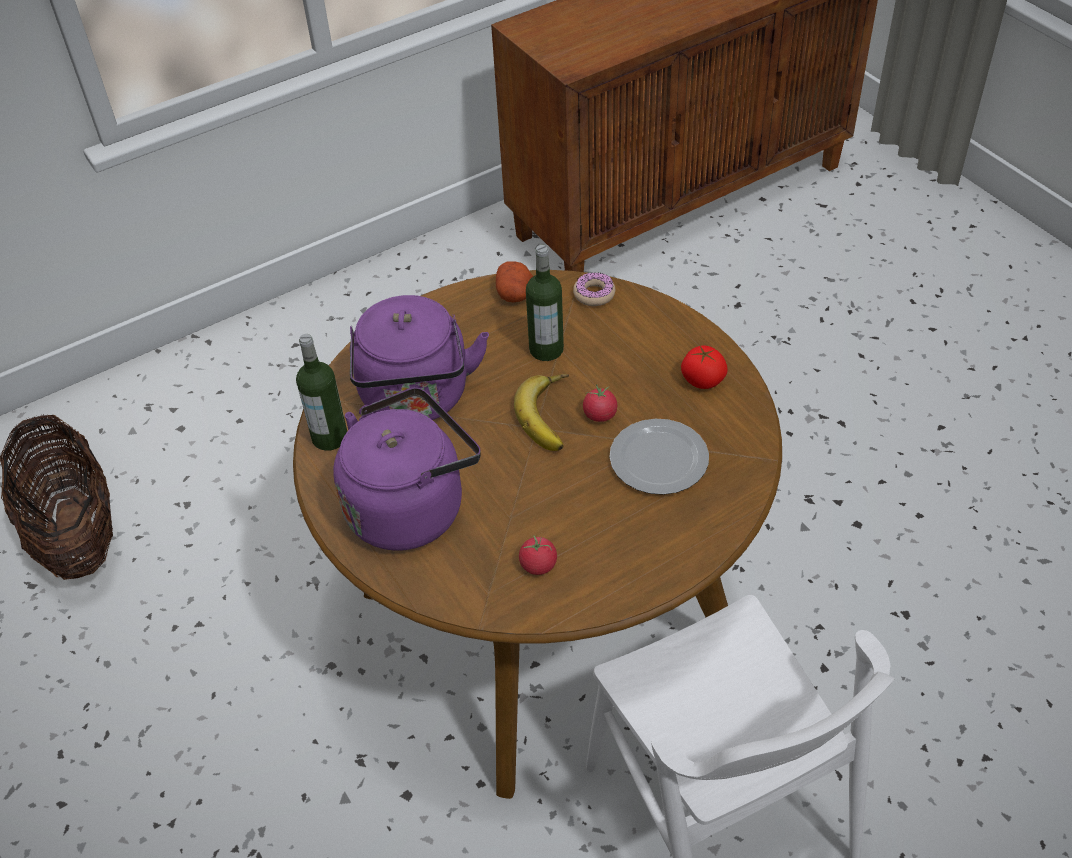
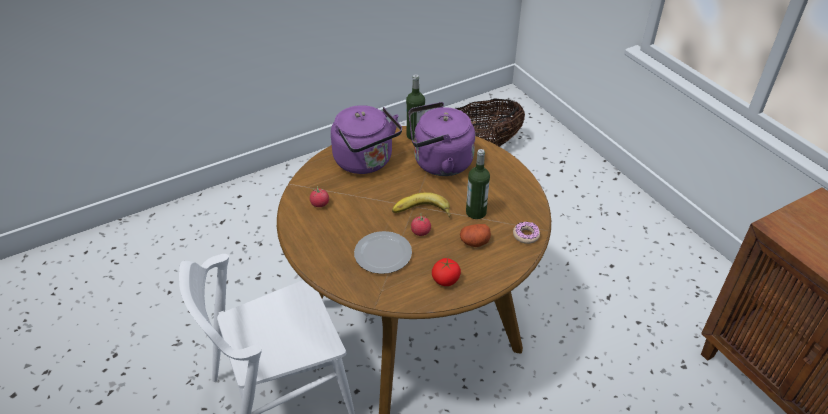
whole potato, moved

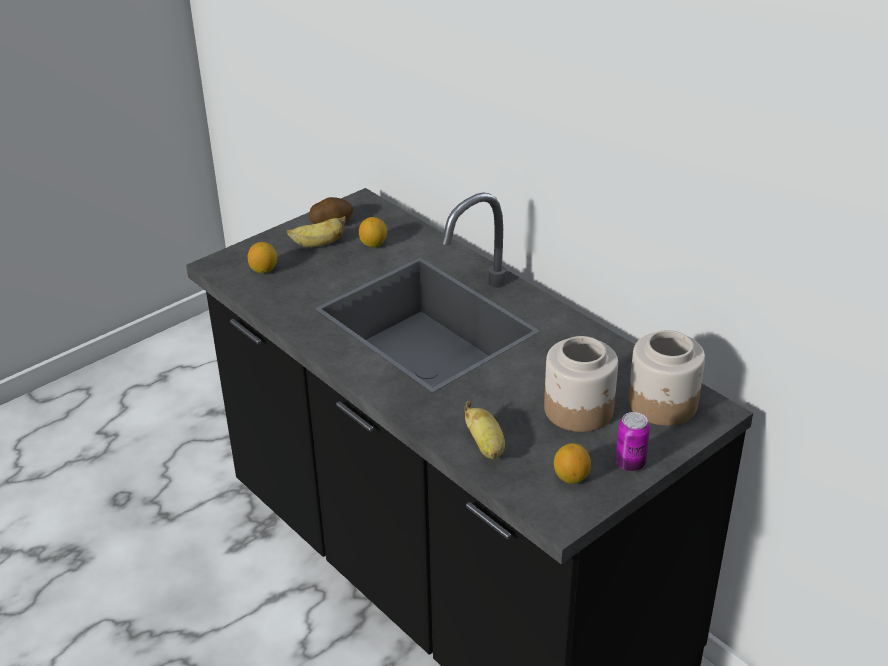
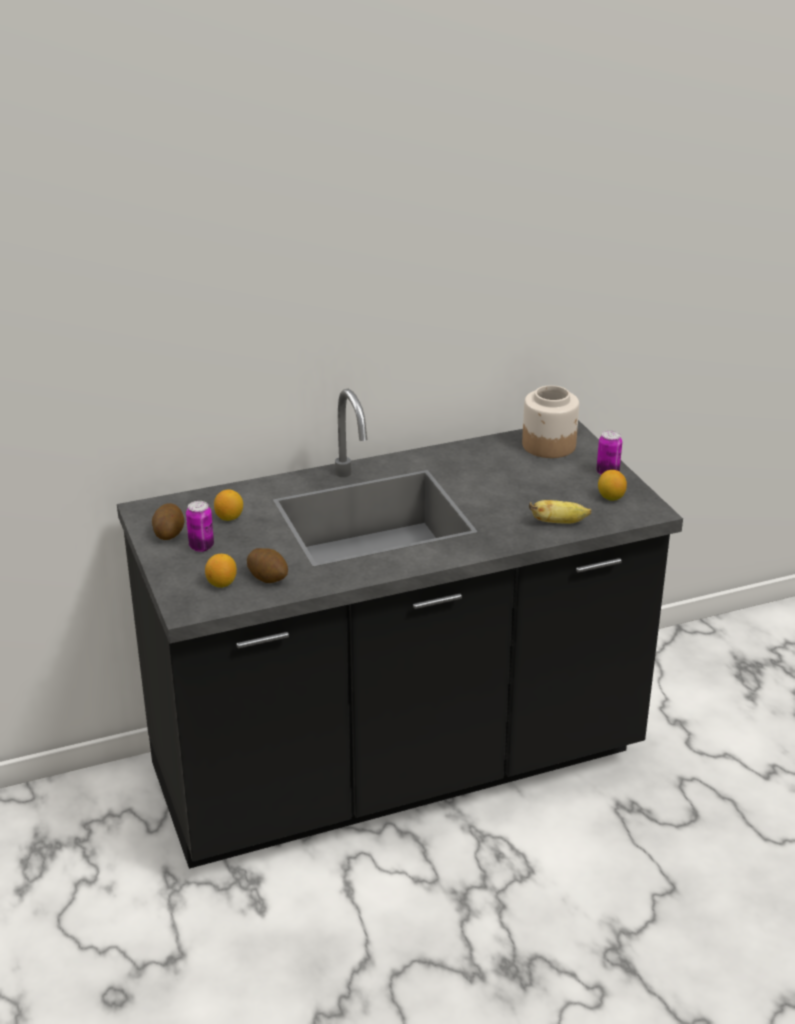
jar (1st from left) → -
- → whole potato (2nd from left)
banana (1st from left) → sealed can (1st from left)

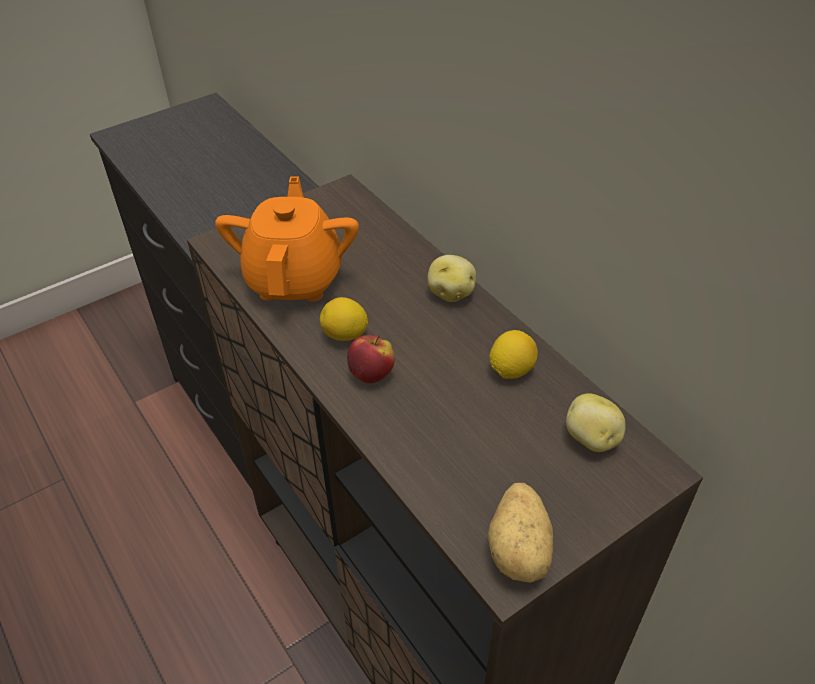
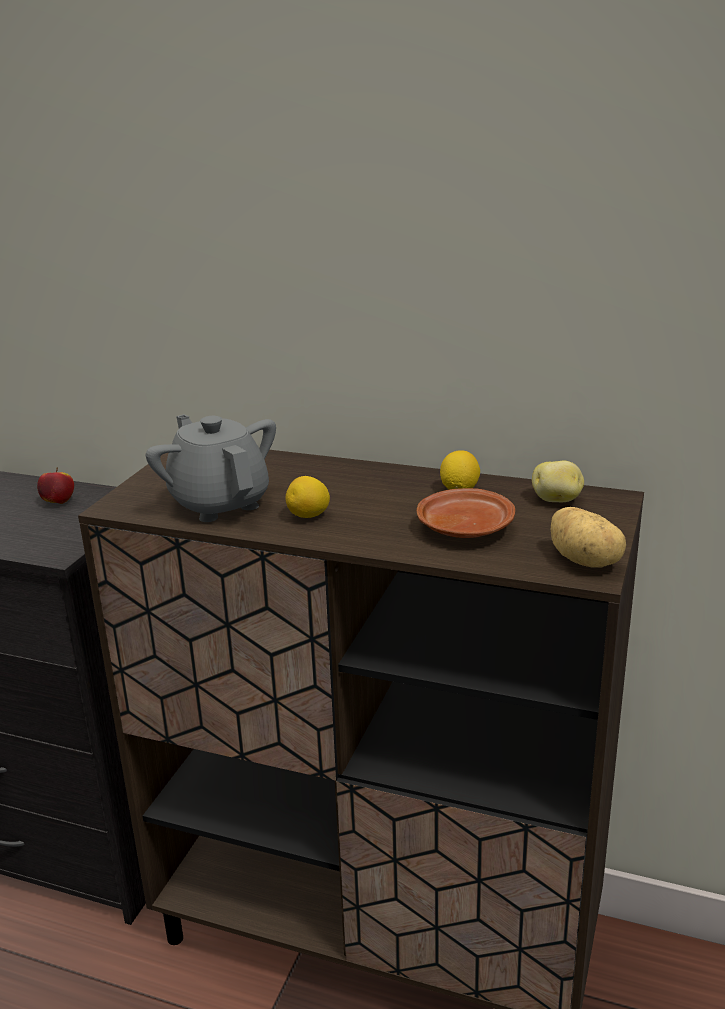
whole potato (1st from left) → -
- → brownish flat dish
whole apple, moved
orangey tea pot → greyish tea pot

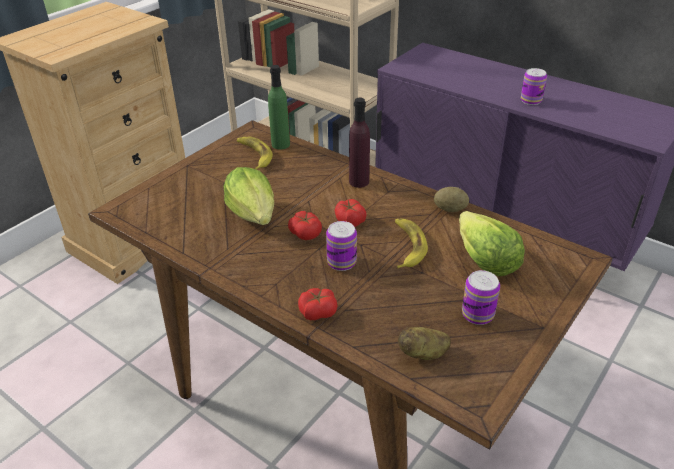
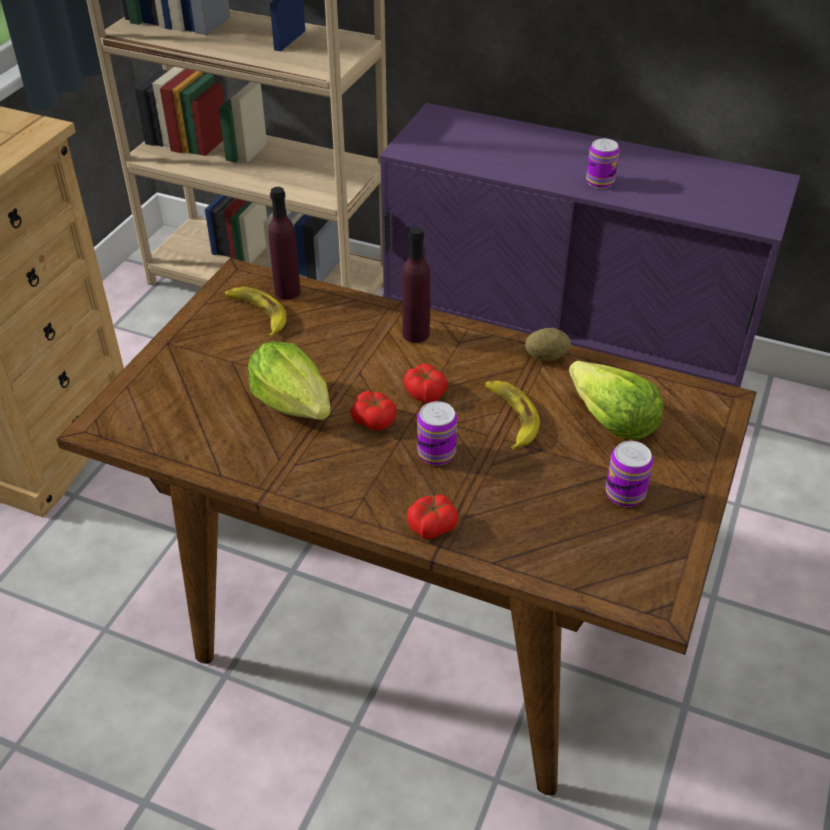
whole potato (1st from left) → -
greenish drink bottle → purple-coloured drink bottle (1st from left)

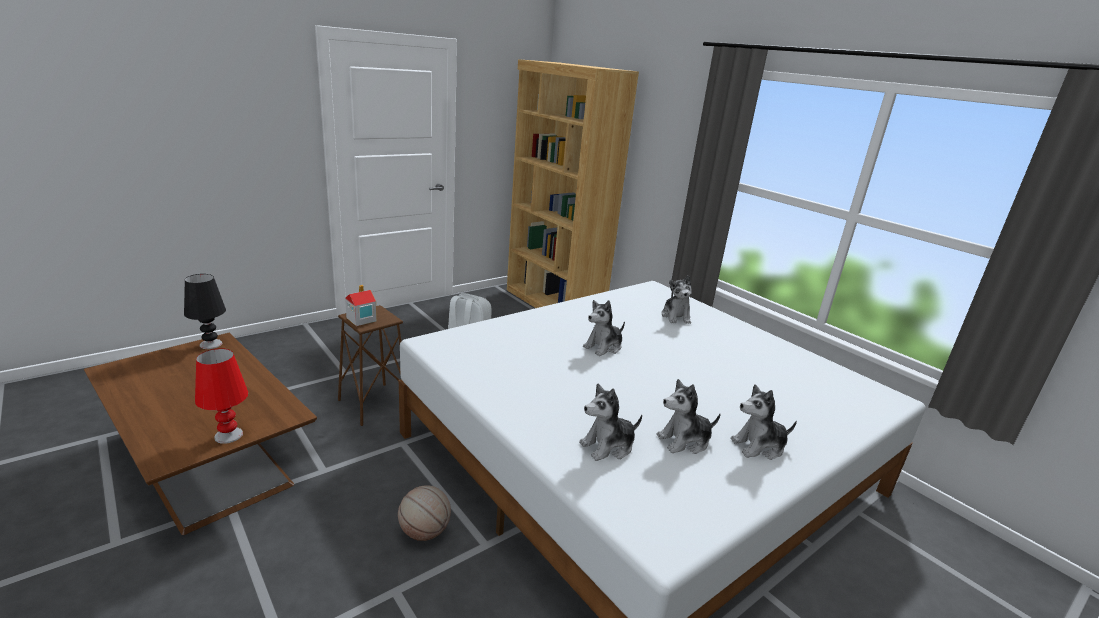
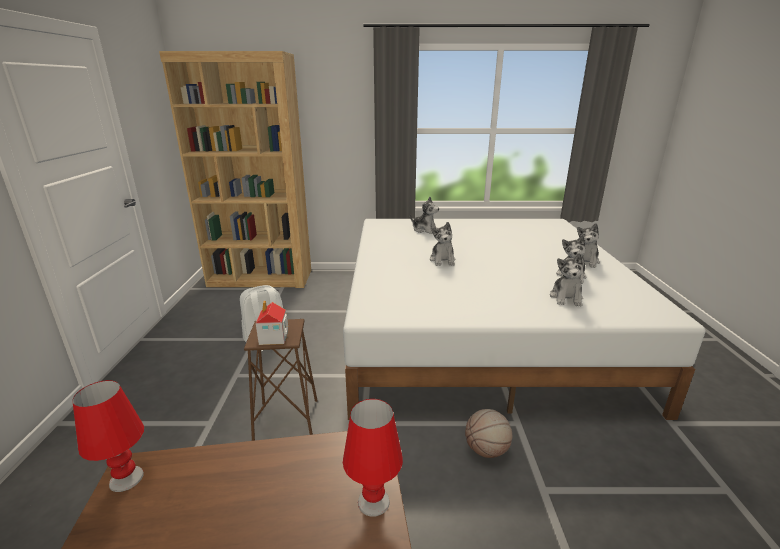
black-coloured table lamp → red table lamp (1st from left)

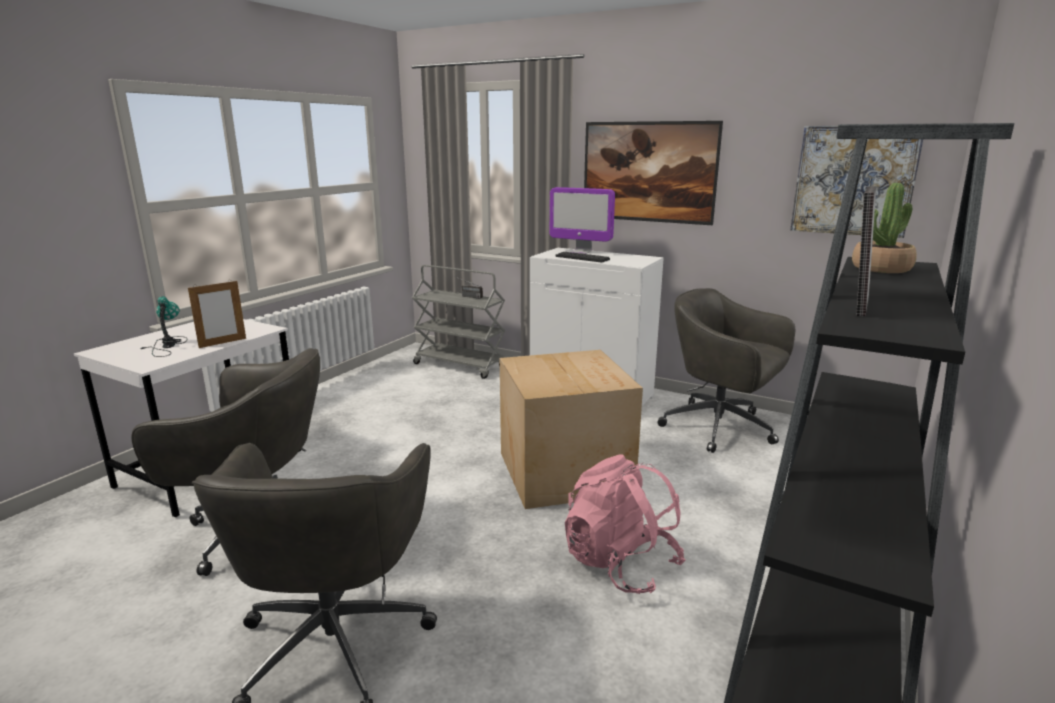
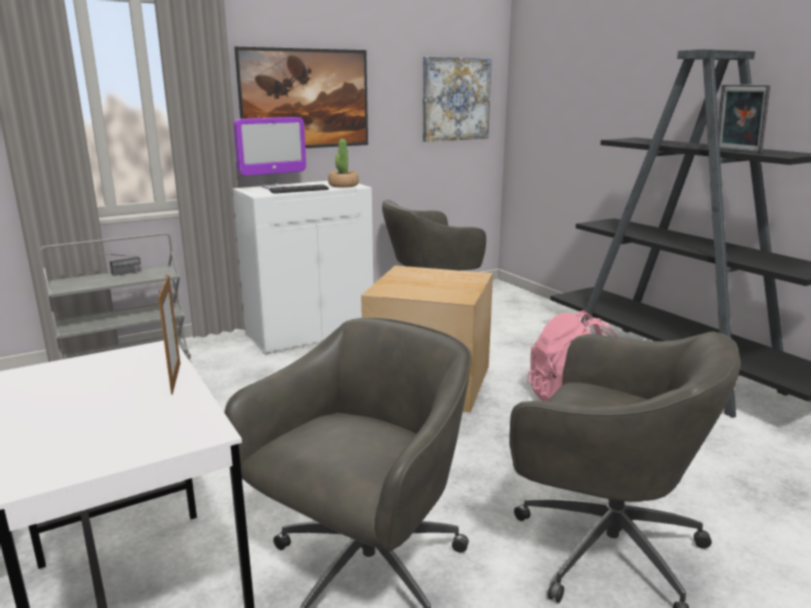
table lamp → -
potted plant, moved

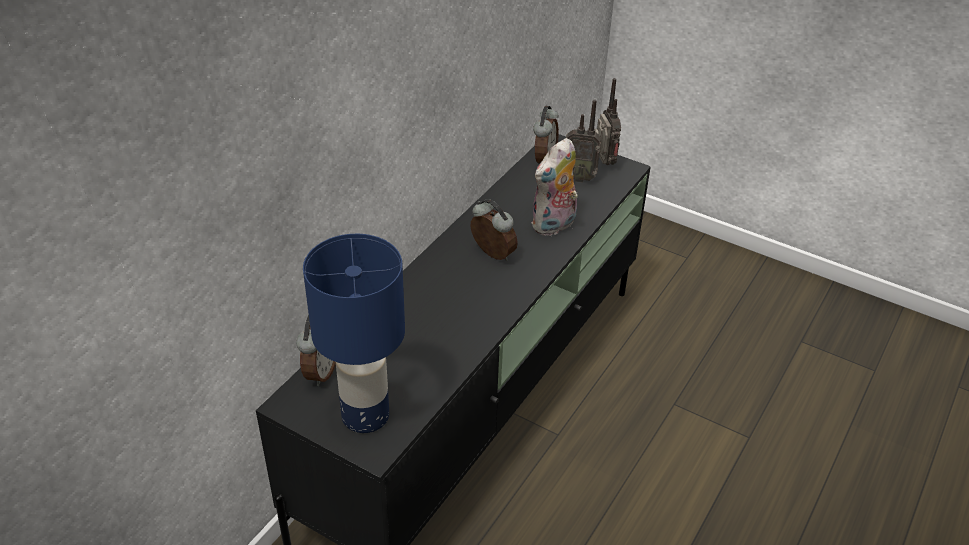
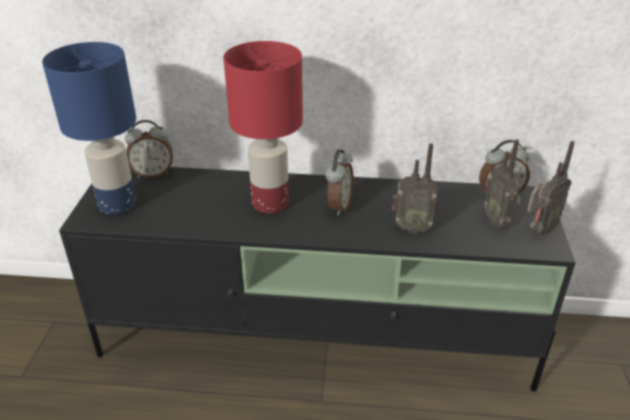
- → red table lamp
plush toy → radio receiver (1st from left)

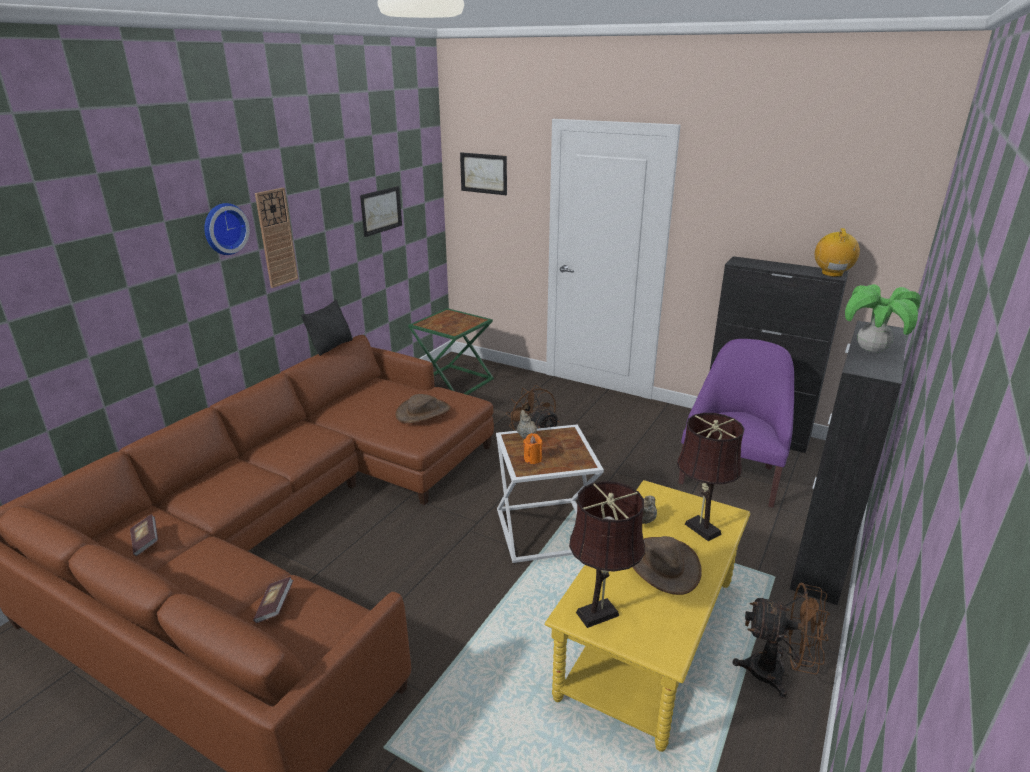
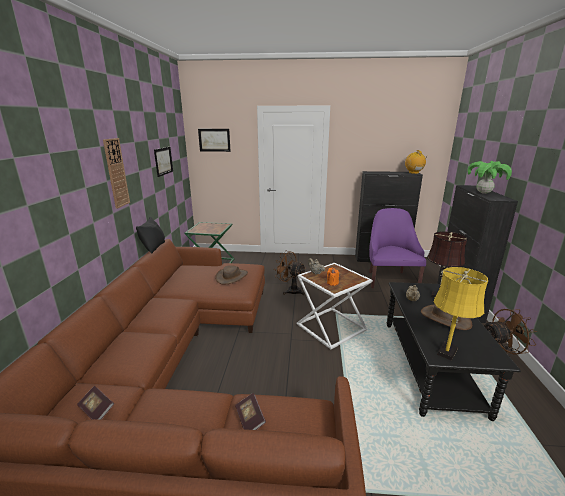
clock on the wall (1st from left) → -
yellowish lounge table → black-coloured lounge table
brownish table lamp (1st from left) → yellowish table lamp

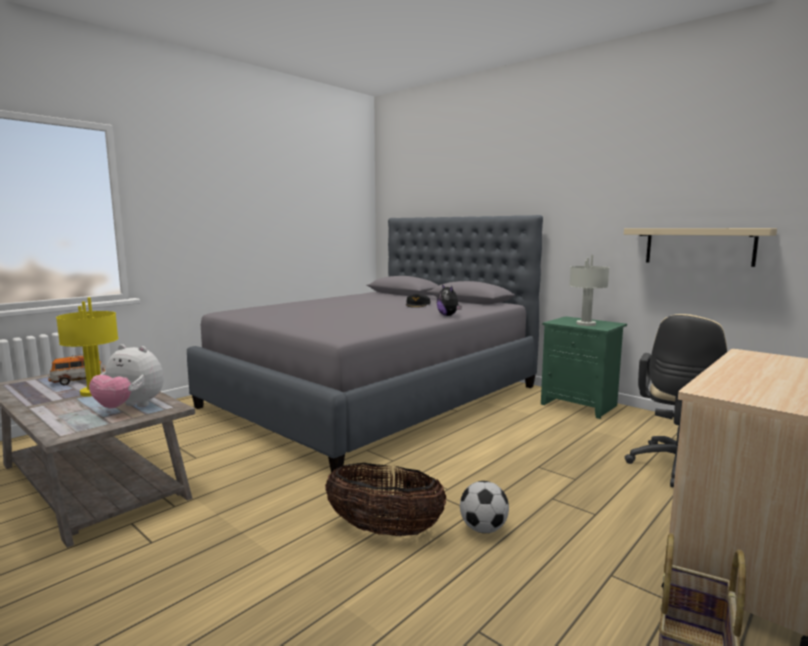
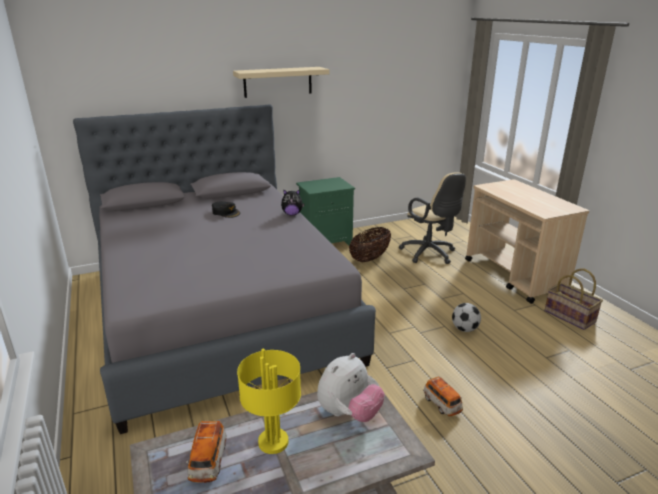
greyish table lamp → -
- → model car (2nd from left)
basket (1st from left), moved
beige-coloured wall shelf, moved

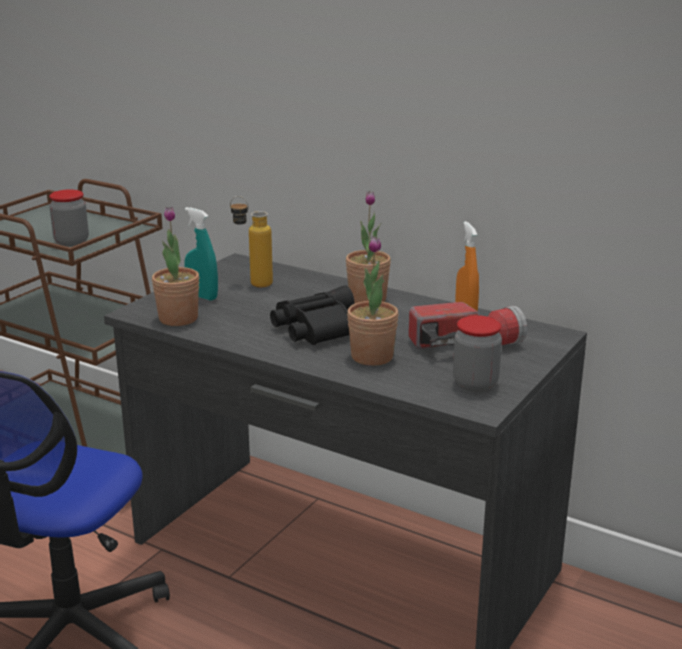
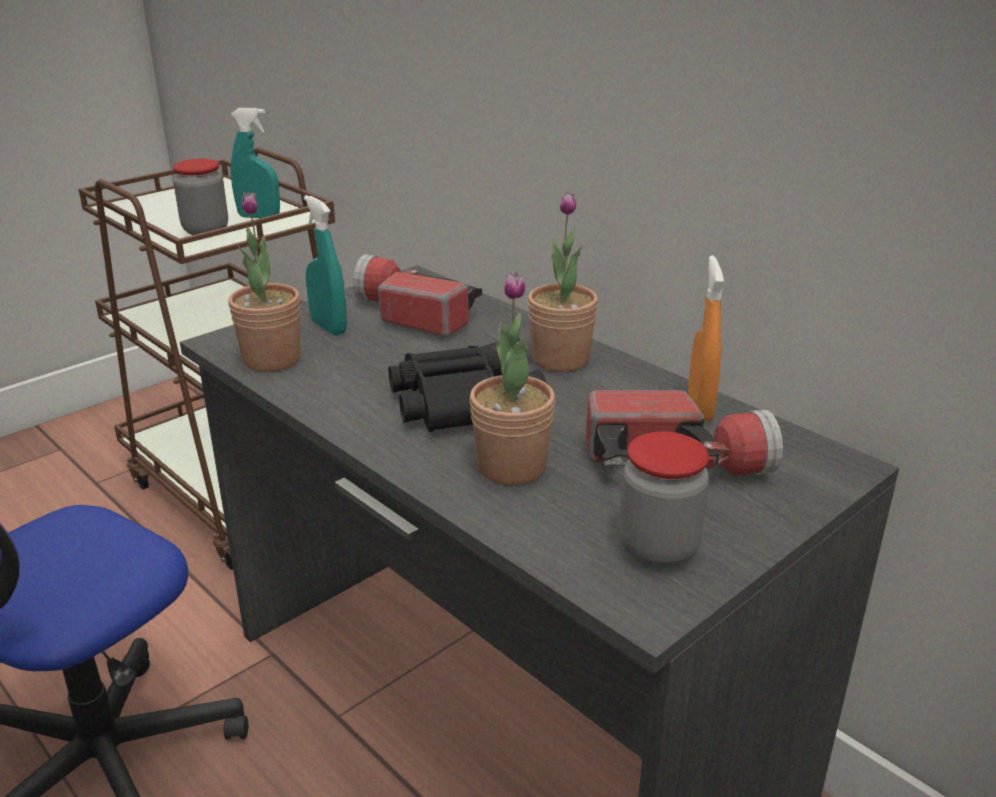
- → blue-green sprayer (1st from left)
drink bottle → flashlight (1st from left)

